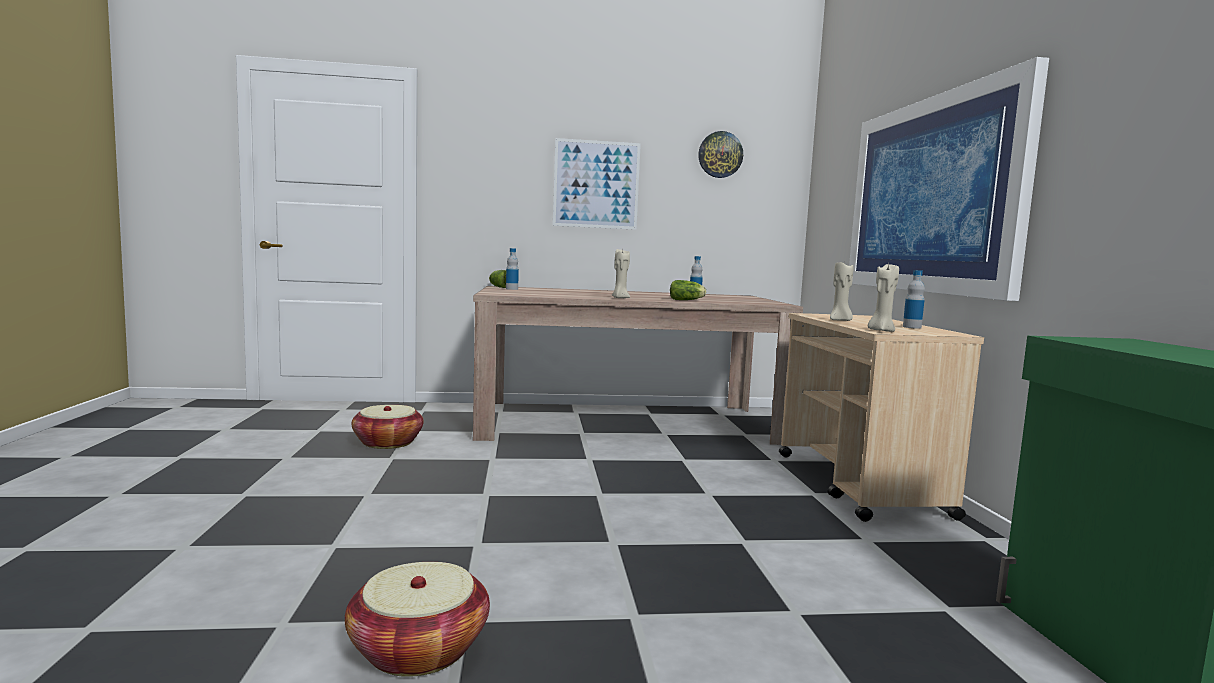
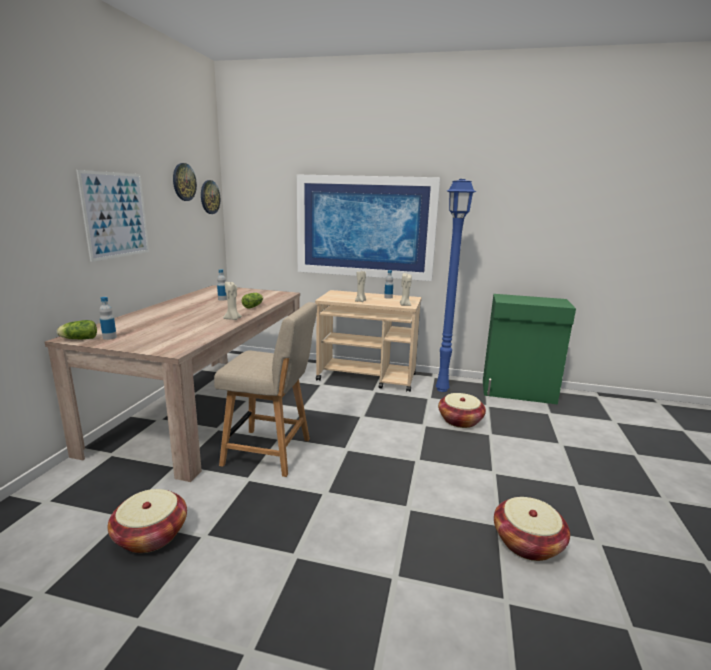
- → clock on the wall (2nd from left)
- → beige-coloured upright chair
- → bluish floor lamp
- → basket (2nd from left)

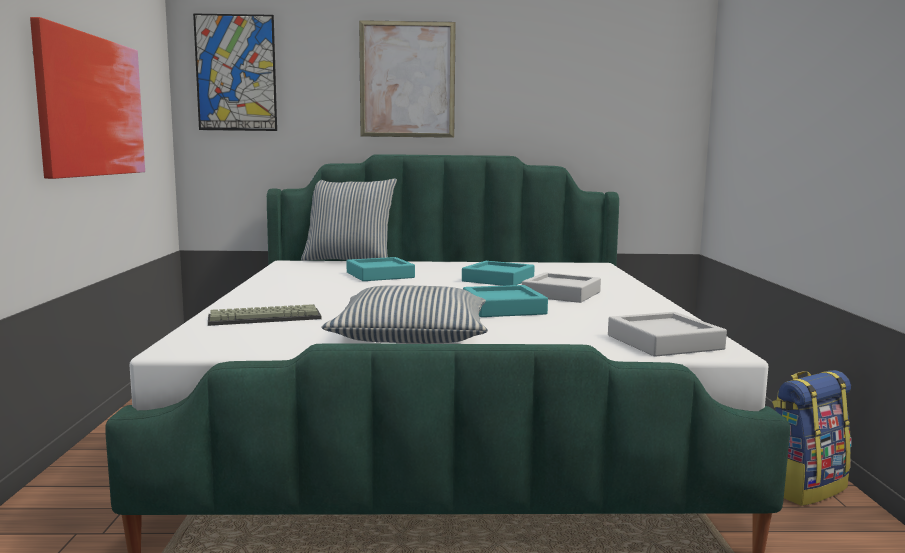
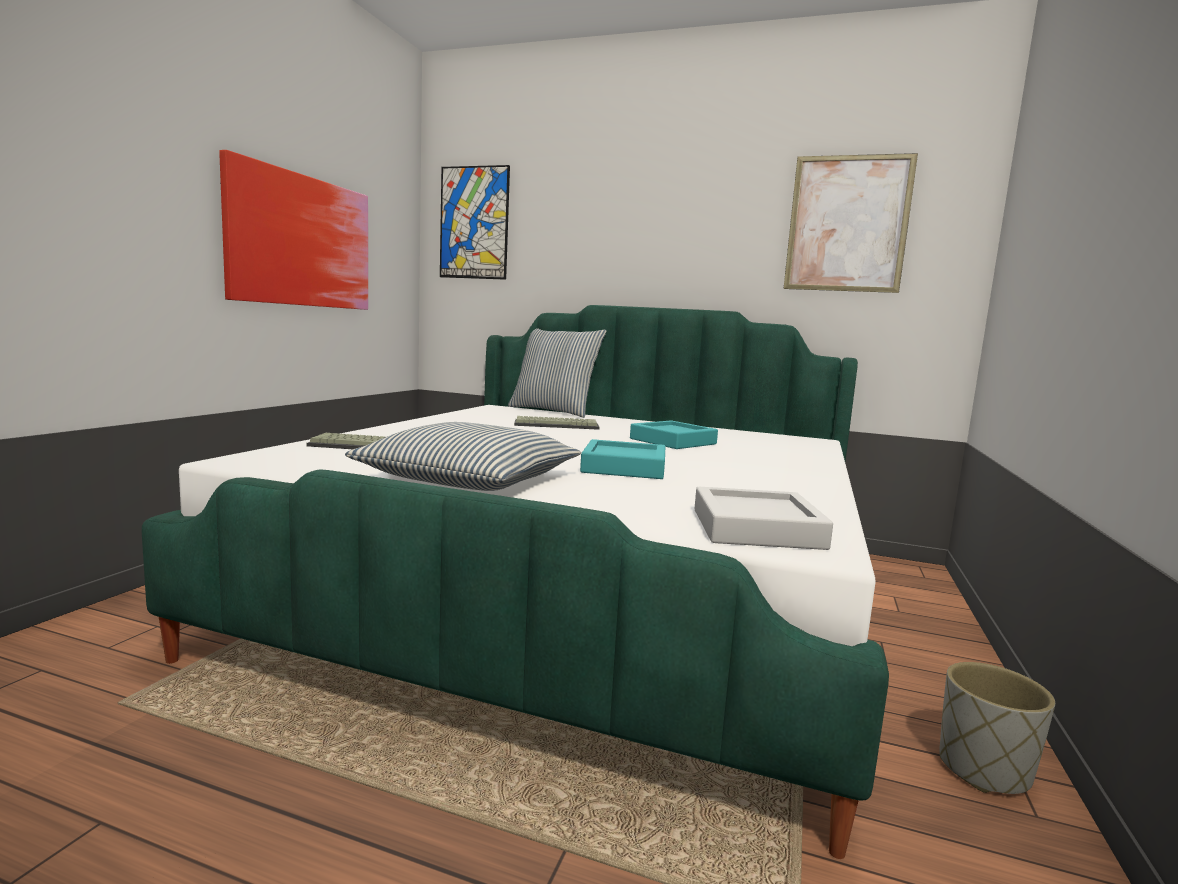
greyish carrying tray (1st from left) → -
picture (3rd from left), moved
blue-green carrying tray (1st from left) → computer keyboard (2nd from left)
knapsack → greyish flower pot

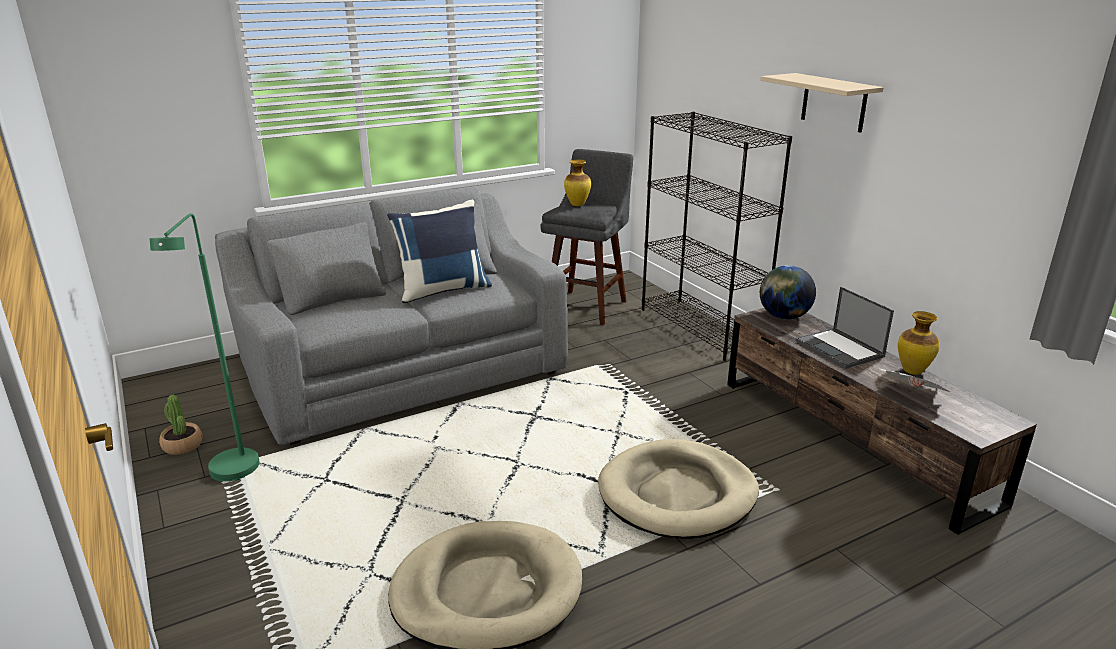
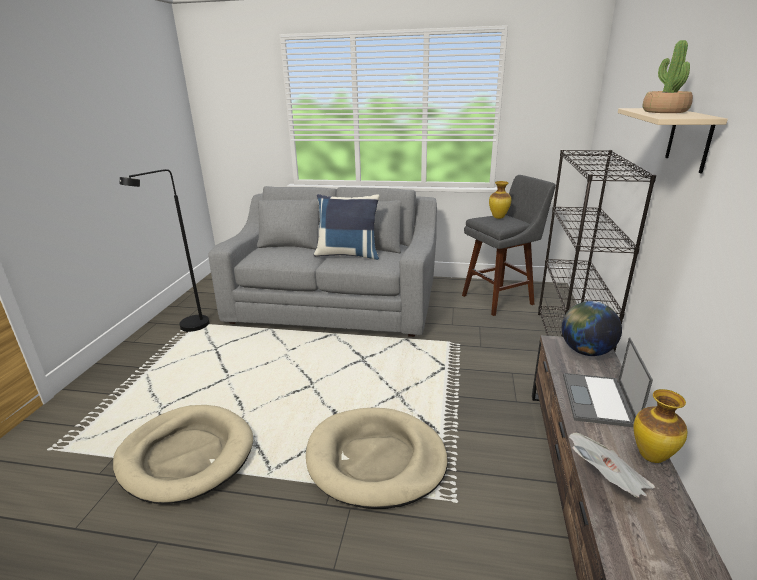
potted plant, moved
greenish floor lamp → black-coloured floor lamp

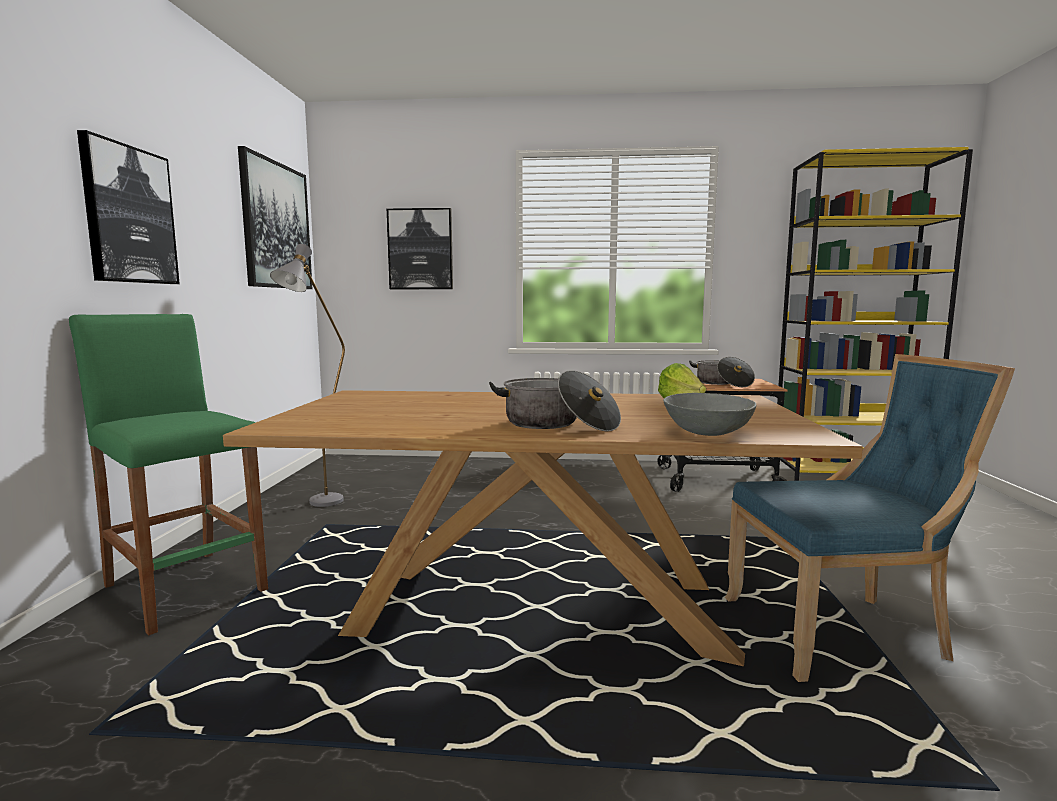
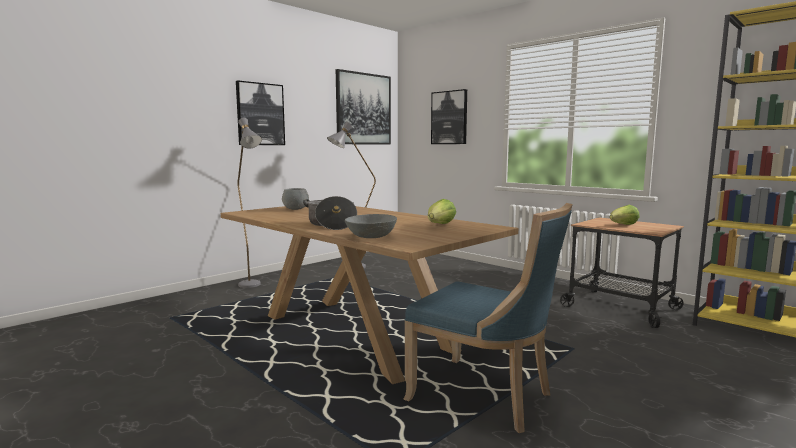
- → greyish serving bowl (1st from left)
greenish sitting stool → greyish floor lamp (1st from left)
cooking pot (2nd from left) → lettuce head (2nd from left)

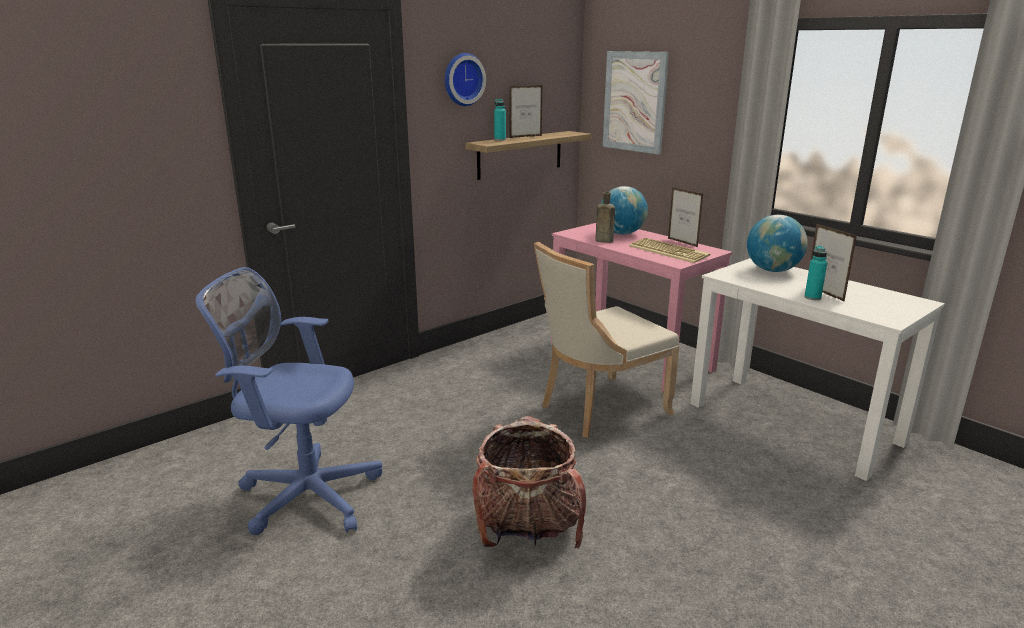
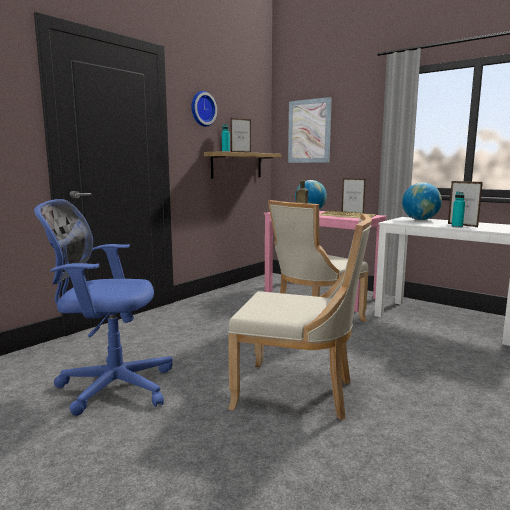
knapsack → beige-coloured upright chair (1st from left)

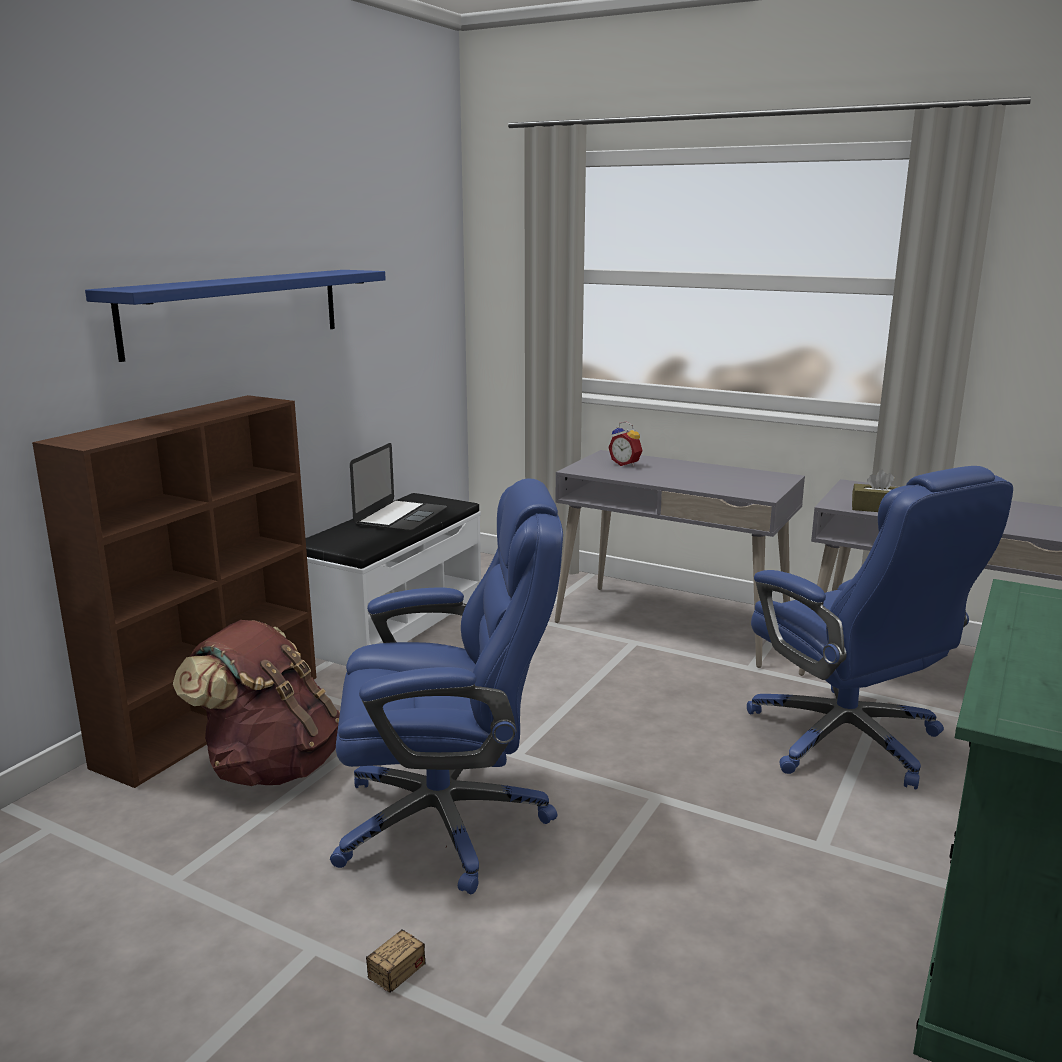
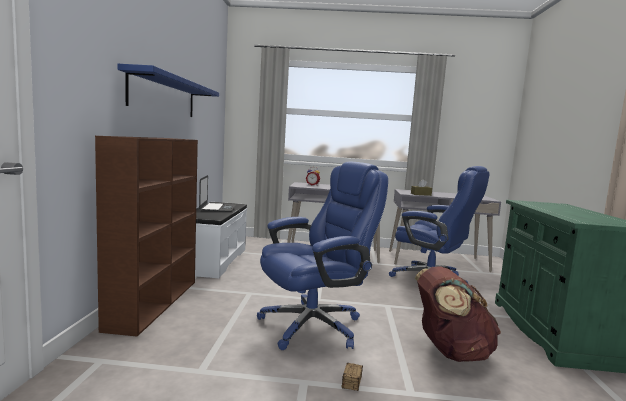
brownish knapsack, moved

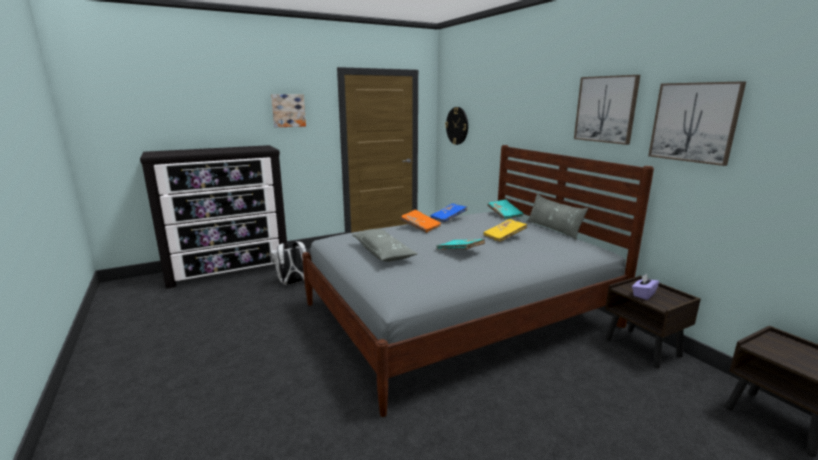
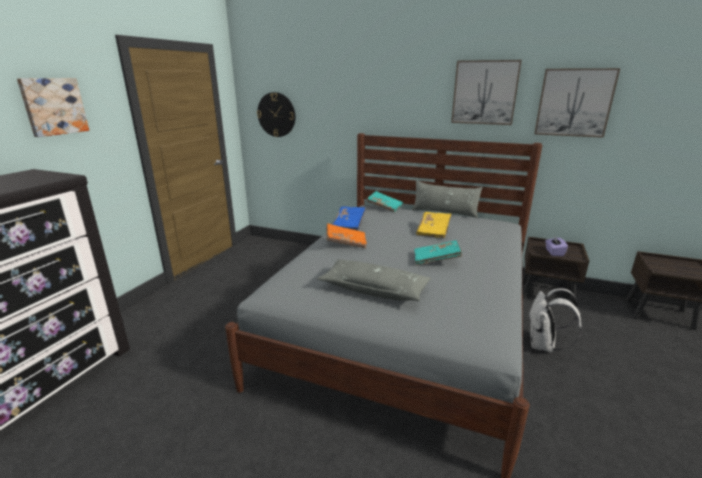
whitish knapsack, moved

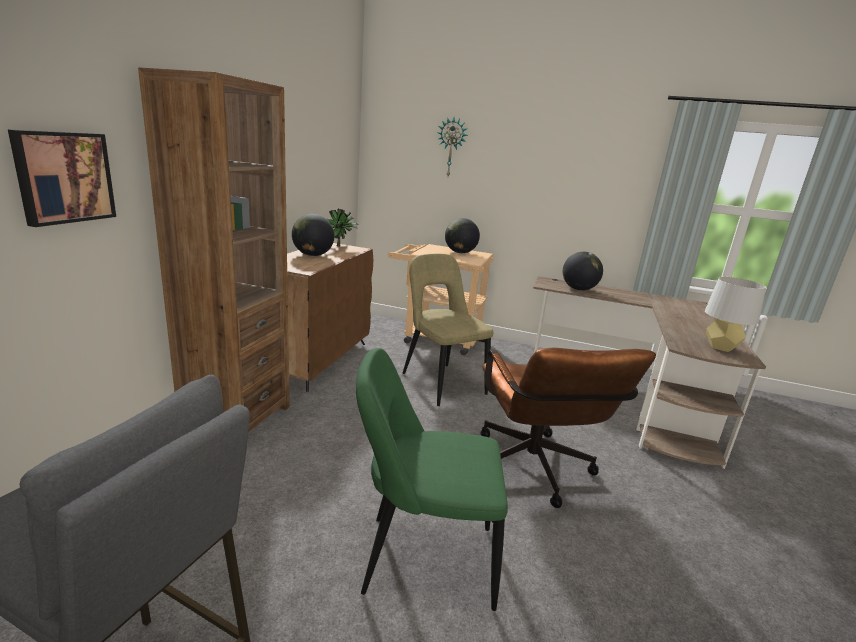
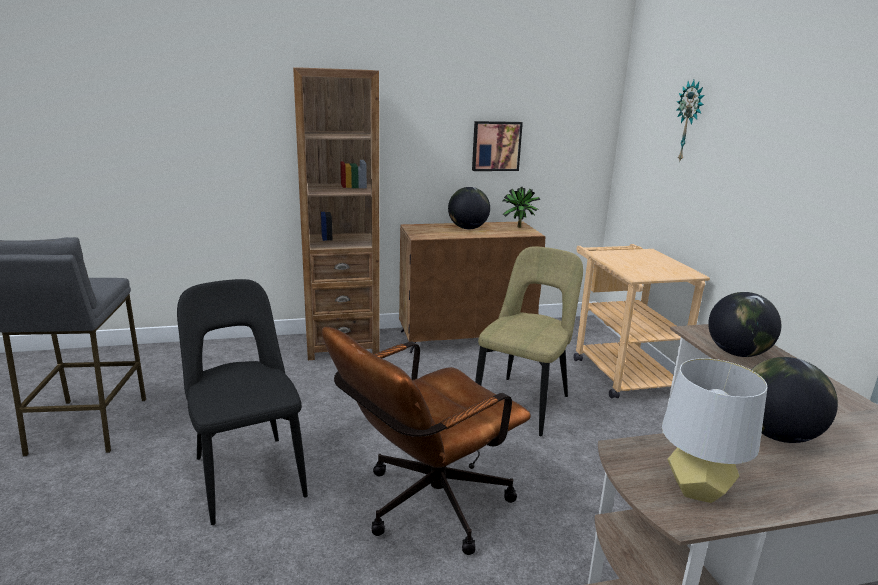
picture, moved
world globe (2nd from left in the first image) → world globe (3rd from left), moved
greenish upright chair → black-coloured upright chair

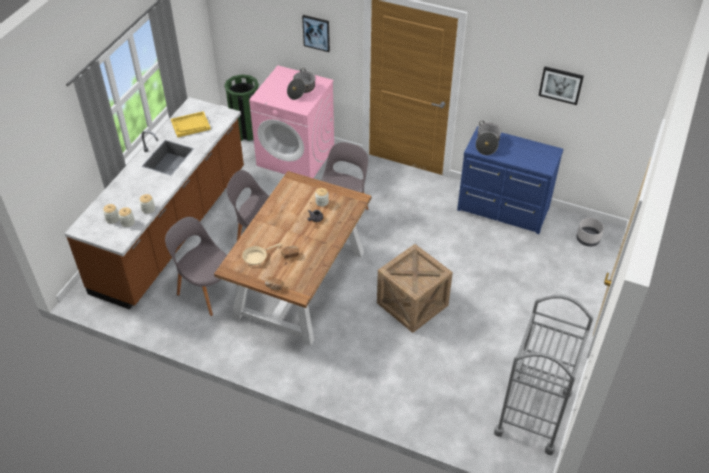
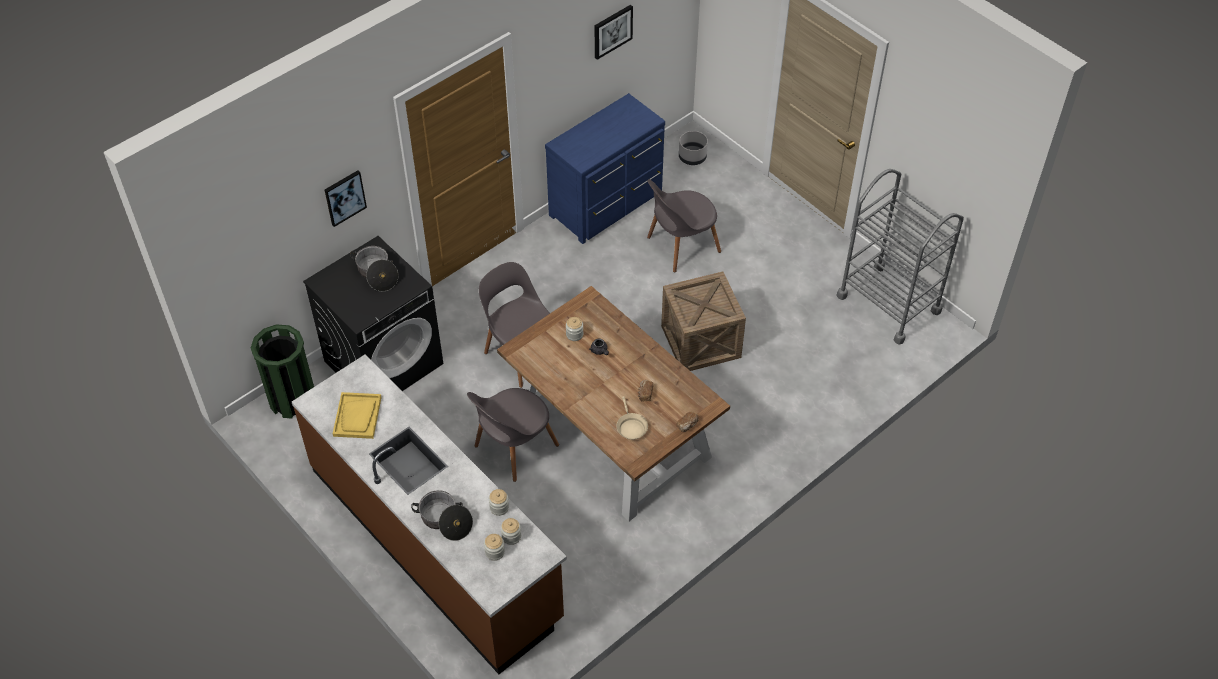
greyish upright chair (1st from left in the first image) → greyish upright chair (3rd from left), moved
cooking pot (2nd from left), moved
pink-coloured laundry appliance → black-coloured laundry appliance

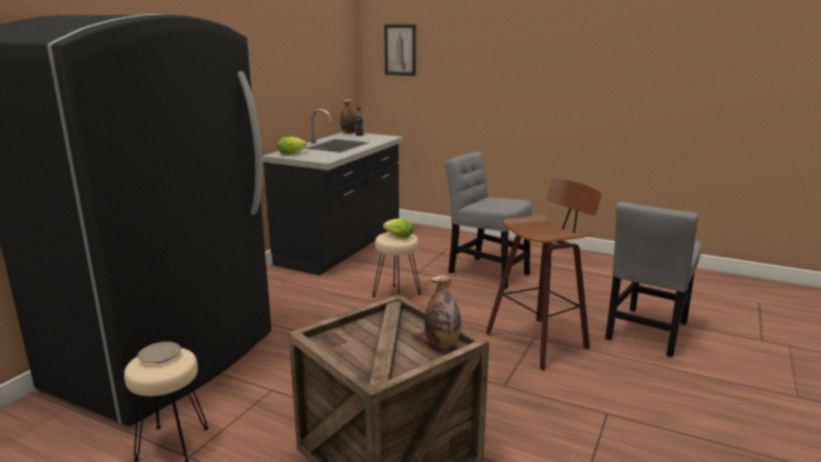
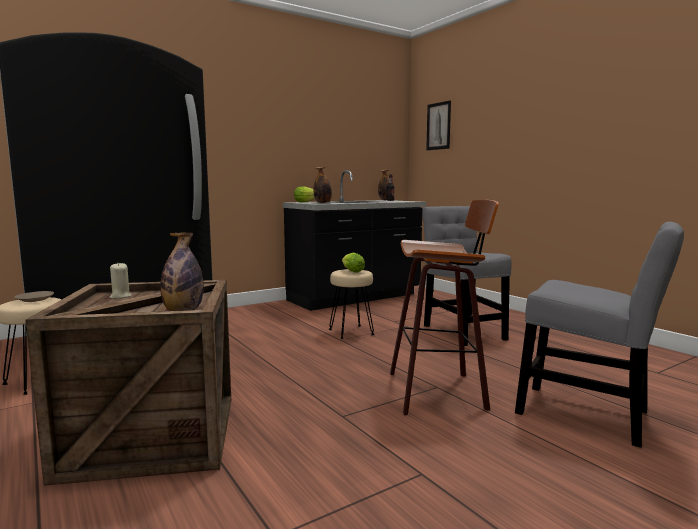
- → beige-coloured wax light
- → drink bottle (2nd from left)
greyish upright chair (2nd from left), 120 degrees counterclockwise

